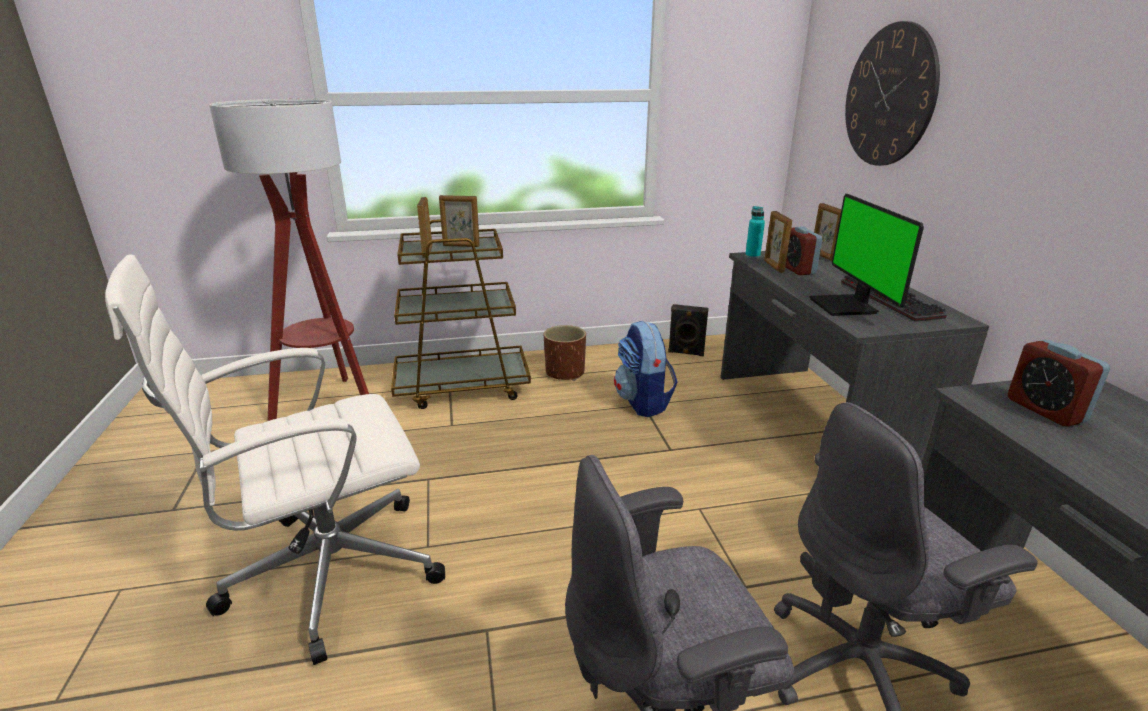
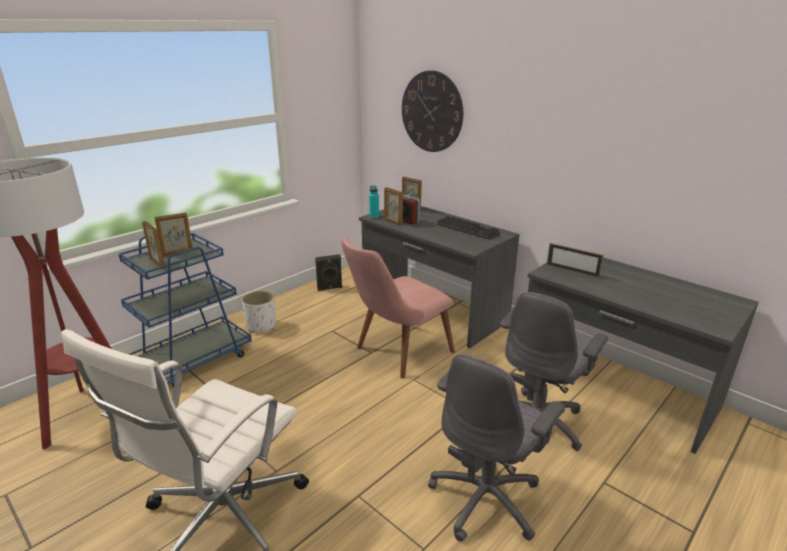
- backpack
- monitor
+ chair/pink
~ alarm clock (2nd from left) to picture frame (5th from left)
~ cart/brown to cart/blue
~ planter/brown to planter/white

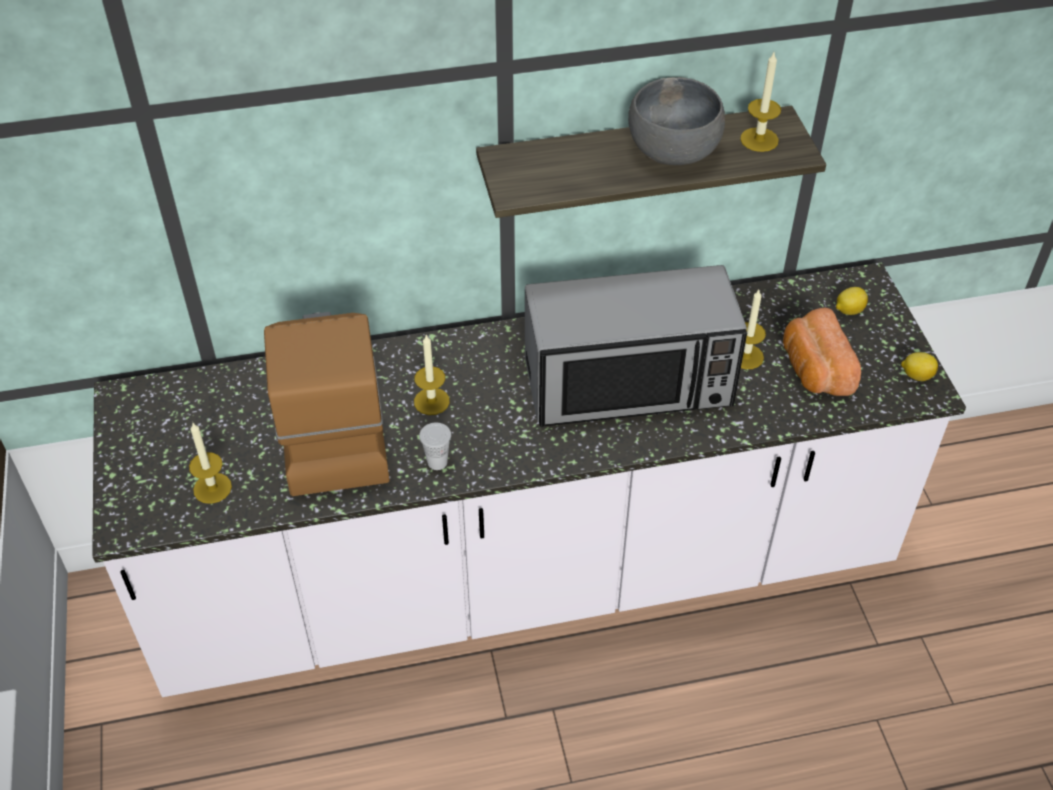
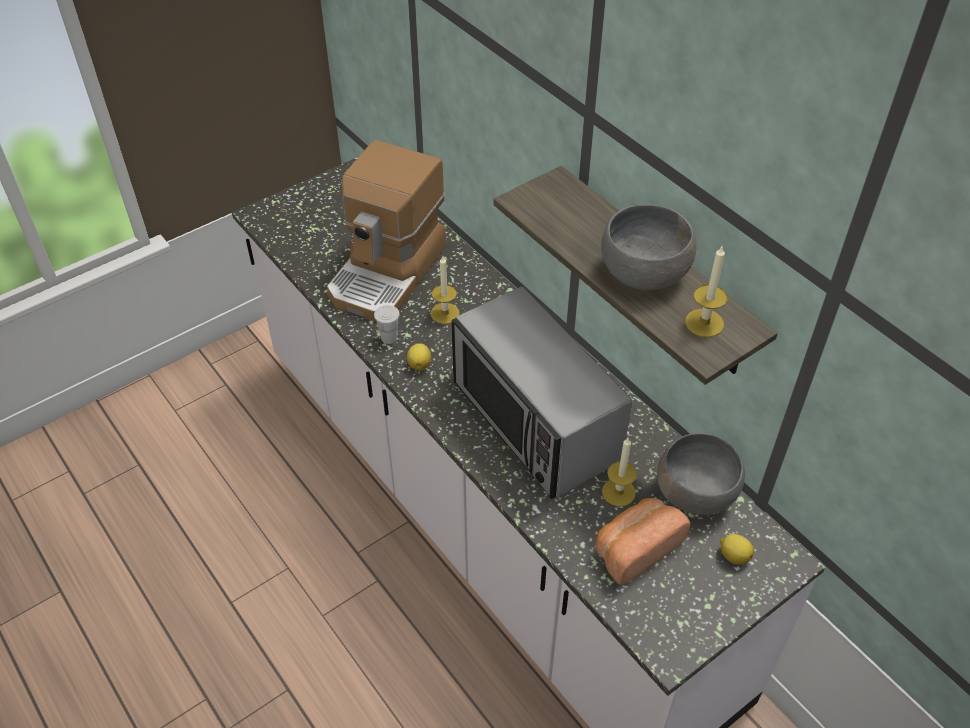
- candle (1st from left)
+ bowl/grey (2nd from left)
~ lemon (2nd from left in the first image) to lemon (1st from left)
~ coffee machine 150 degrees clockwise

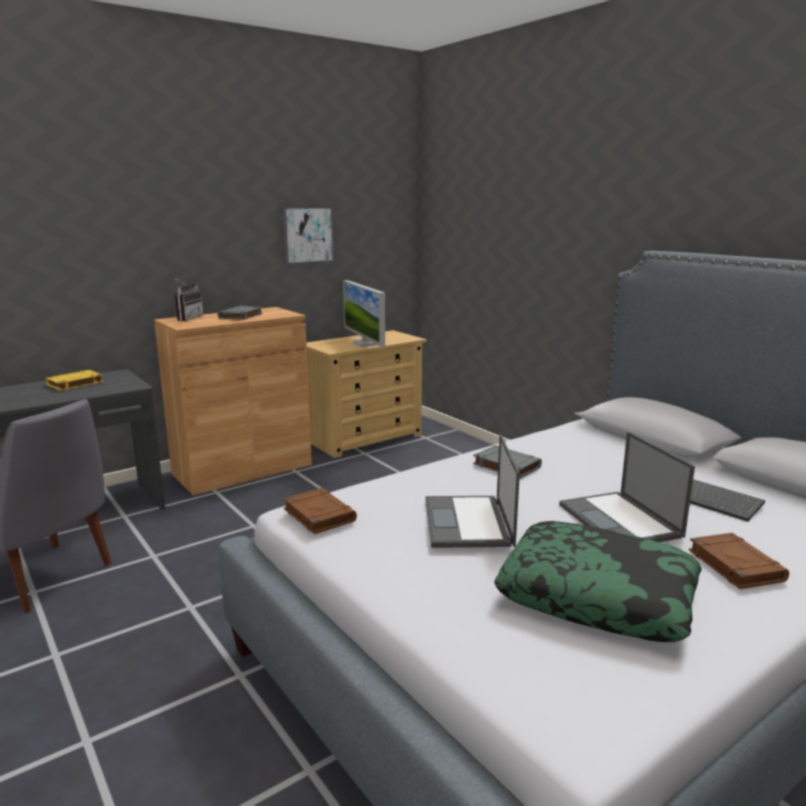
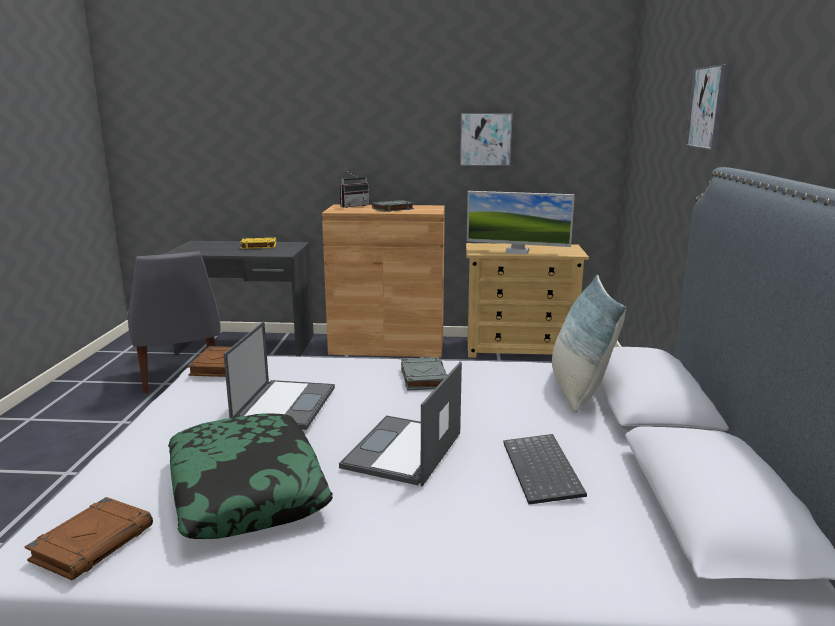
+ pillow (2nd from left)
+ picture (2nd from left)
~ book/brown (2nd from left in the first image) to book/brown (1st from left)
~ monitor 90 degrees counterclockwise
~ laptop (1st from left) 150 degrees clockwise

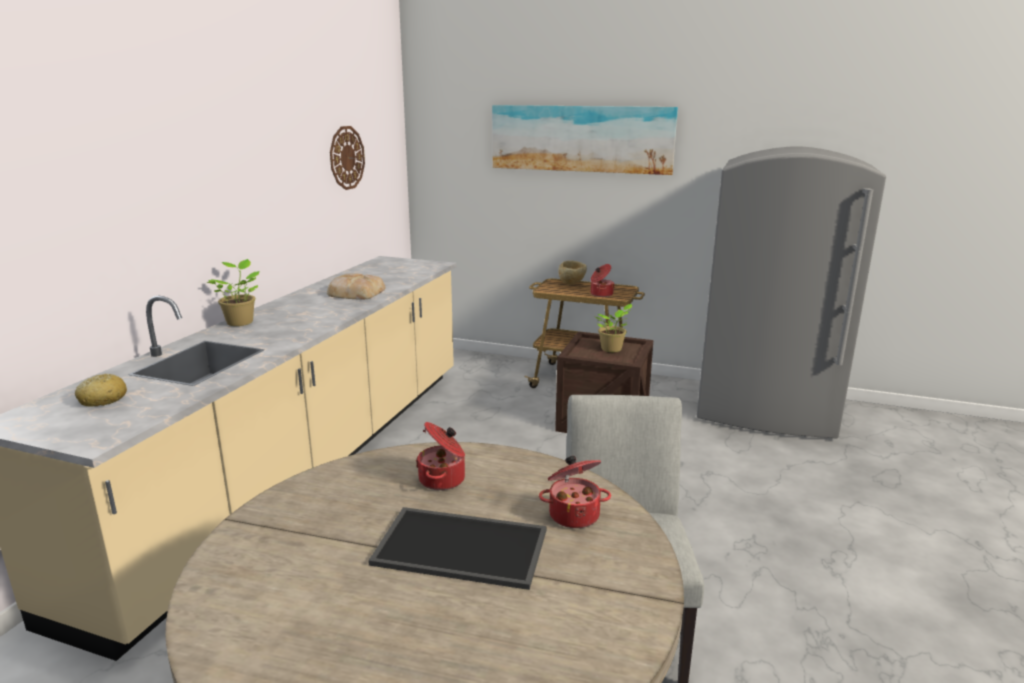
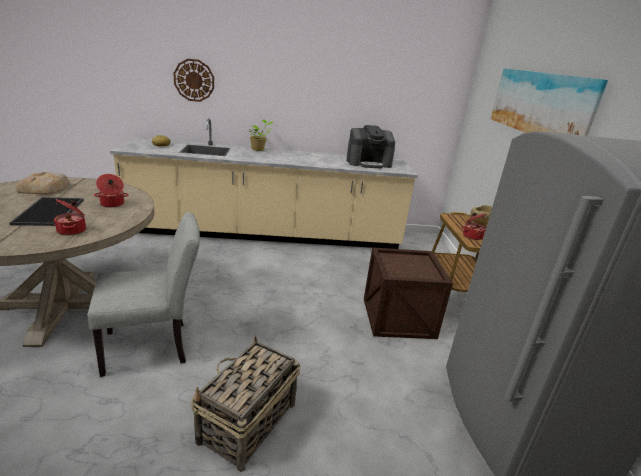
- potted plant (2nd from left)
+ basket
+ coffee machine
~ bread (2nd from left in the first image) to bread (1st from left)
~ wall clock

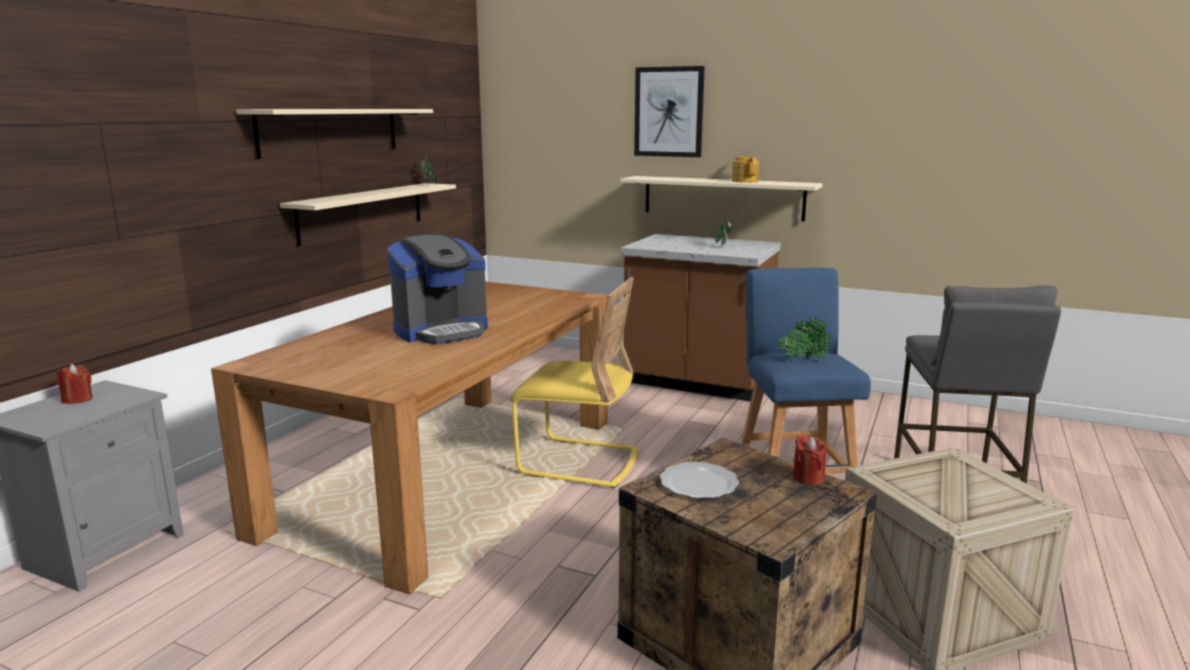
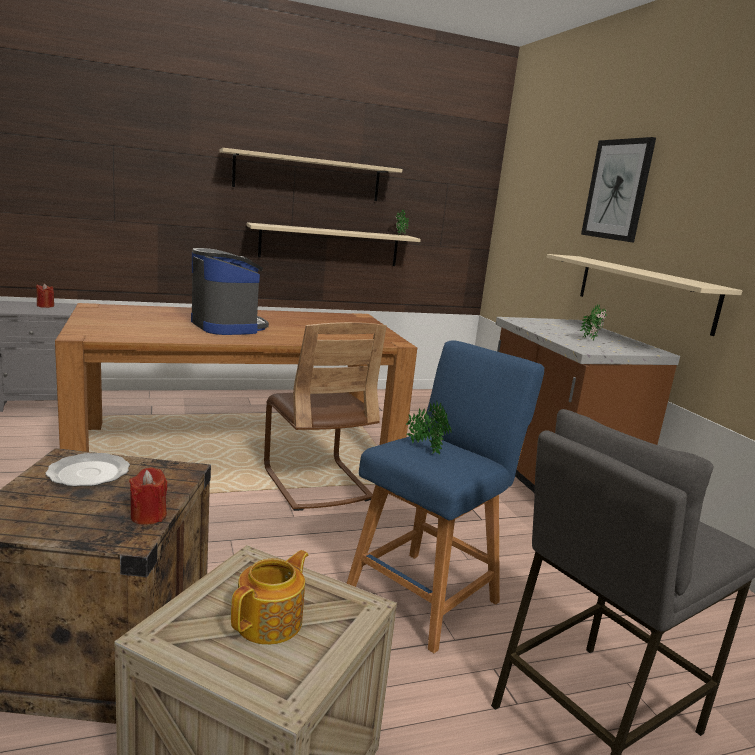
~ teapot
~ chair/yellow to chair/brown
~ coffee machine 135 degrees counterclockwise

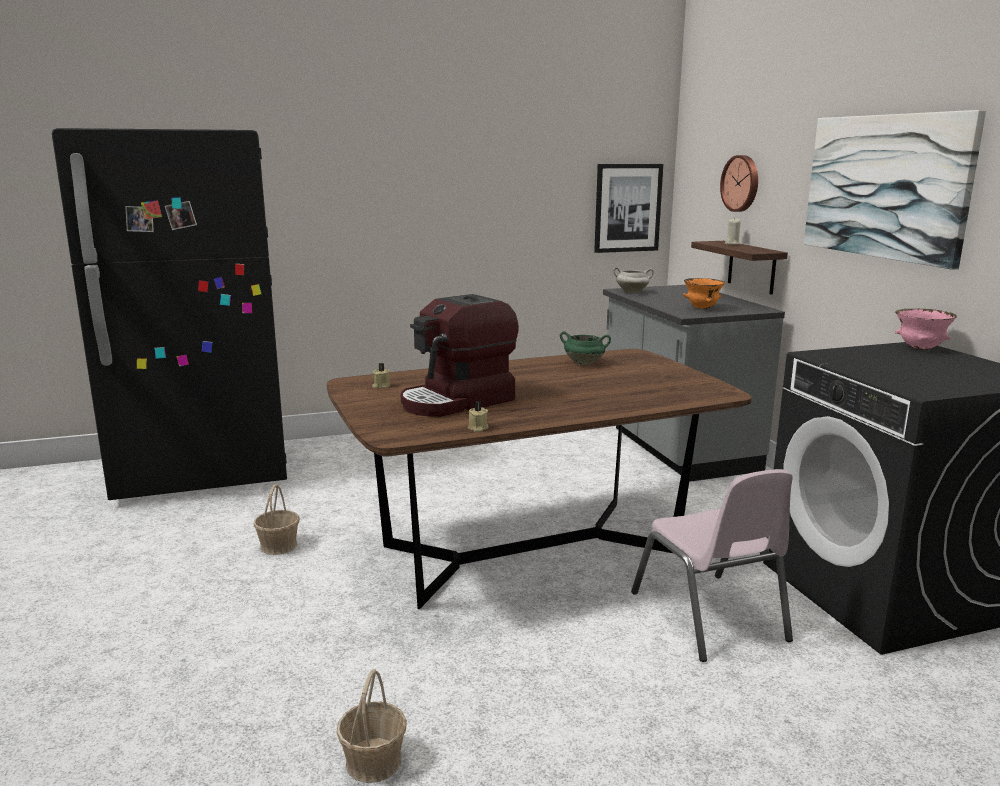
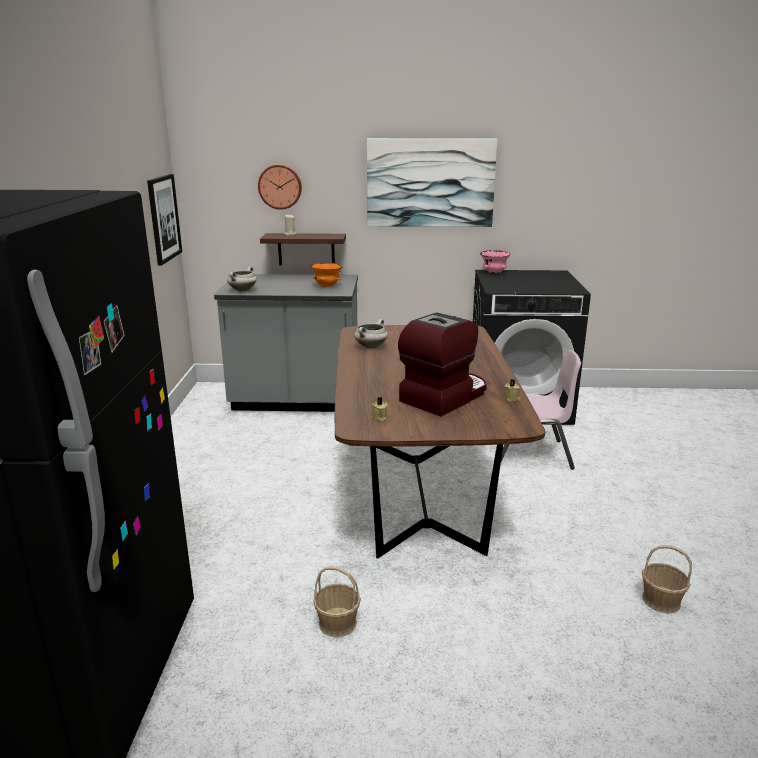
~ cooking pot/green to cooking pot/white (2nd from left)
~ coffee machine 120 degrees counterclockwise

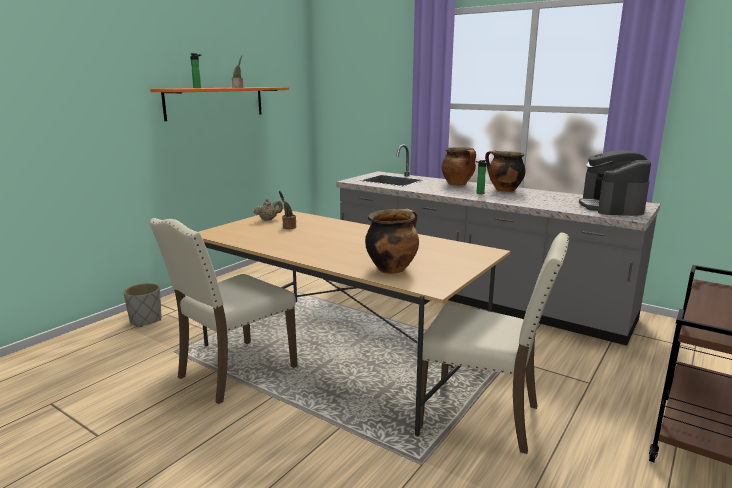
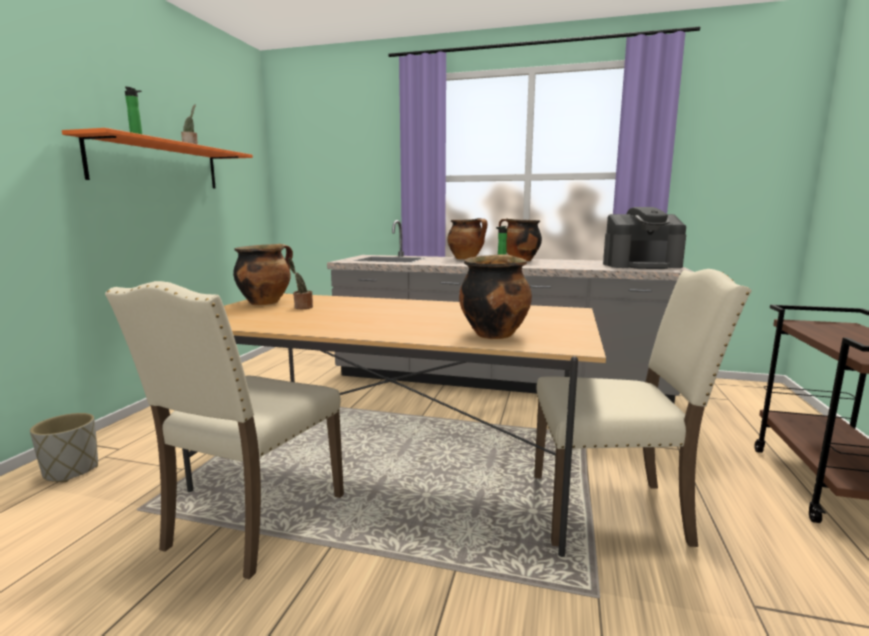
~ teapot/beige to cooking pot (1st from left)
~ coffee machine 75 degrees counterclockwise

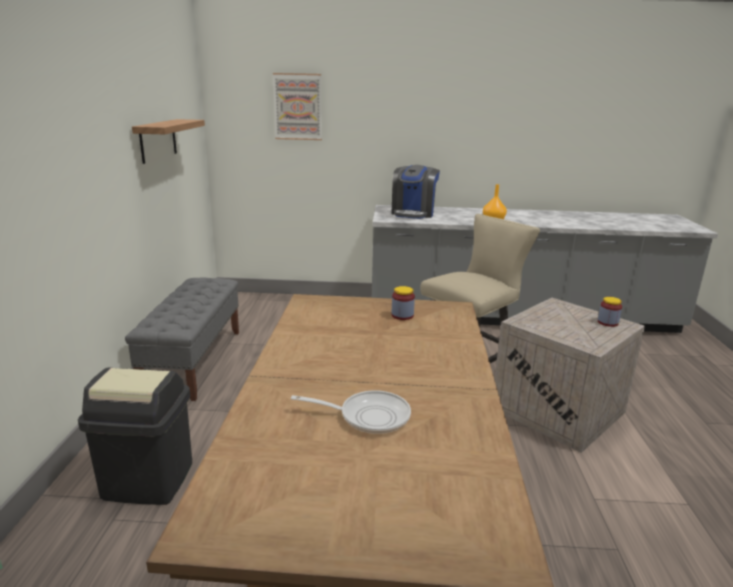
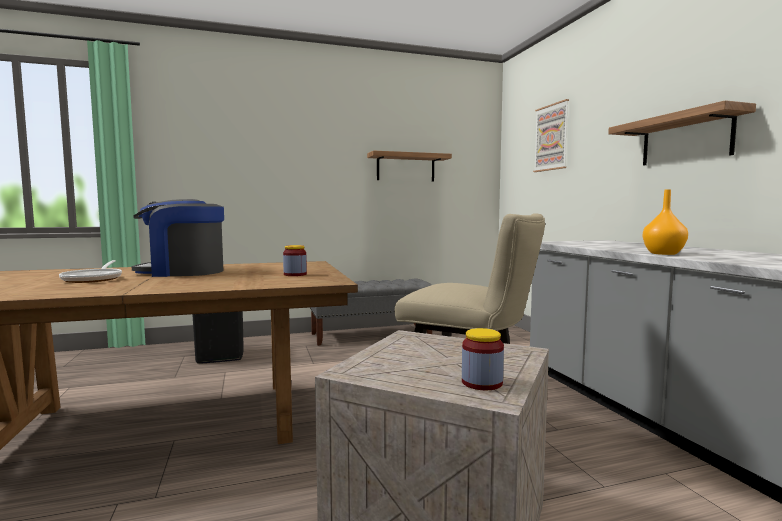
+ shelf (2nd from left)
~ coffee machine

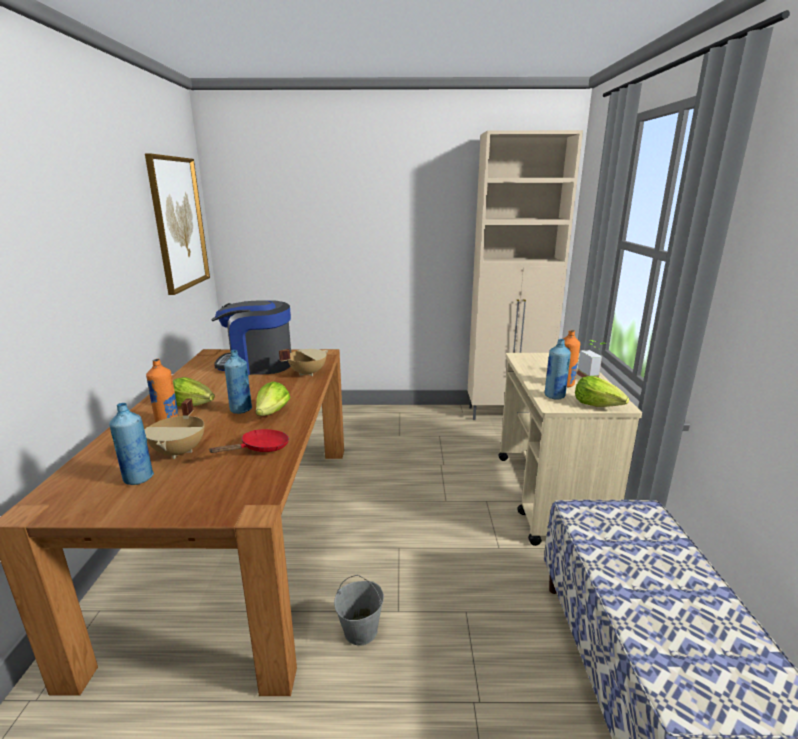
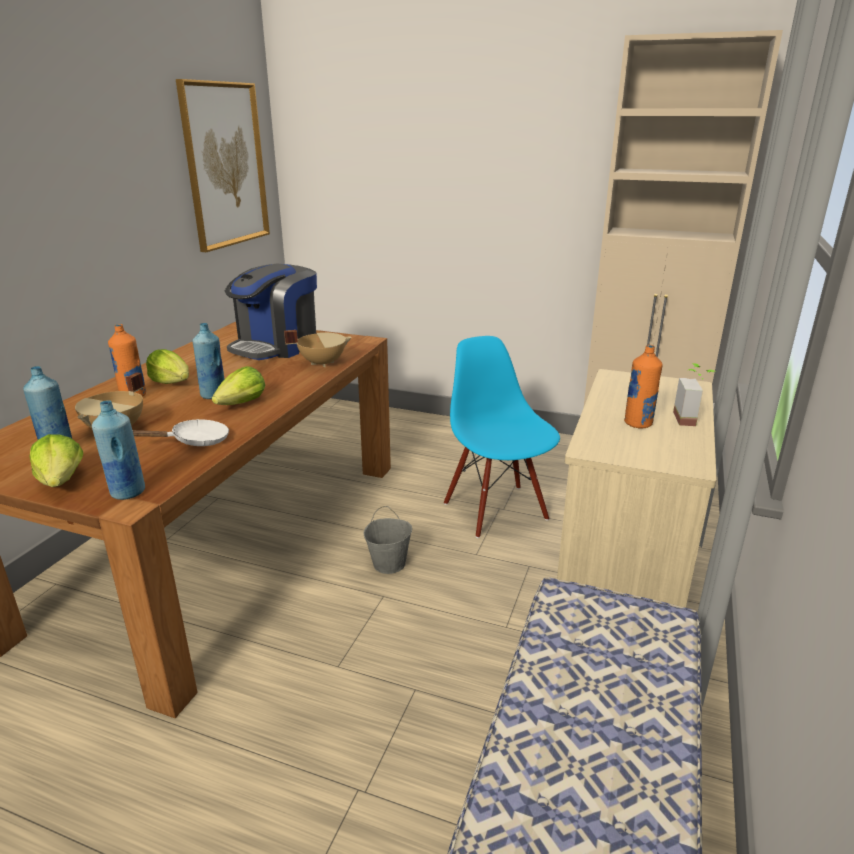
+ chair/blue
~ bucket/grey
~ bottle/blue (3rd from left in the first image) to bottle/blue (2nd from left)
~ lettuce (3rd from left in the first image) to lettuce (1st from left)
~ frying pan/red to frying pan/white
~ coffee machine 75 degrees counterclockwise

